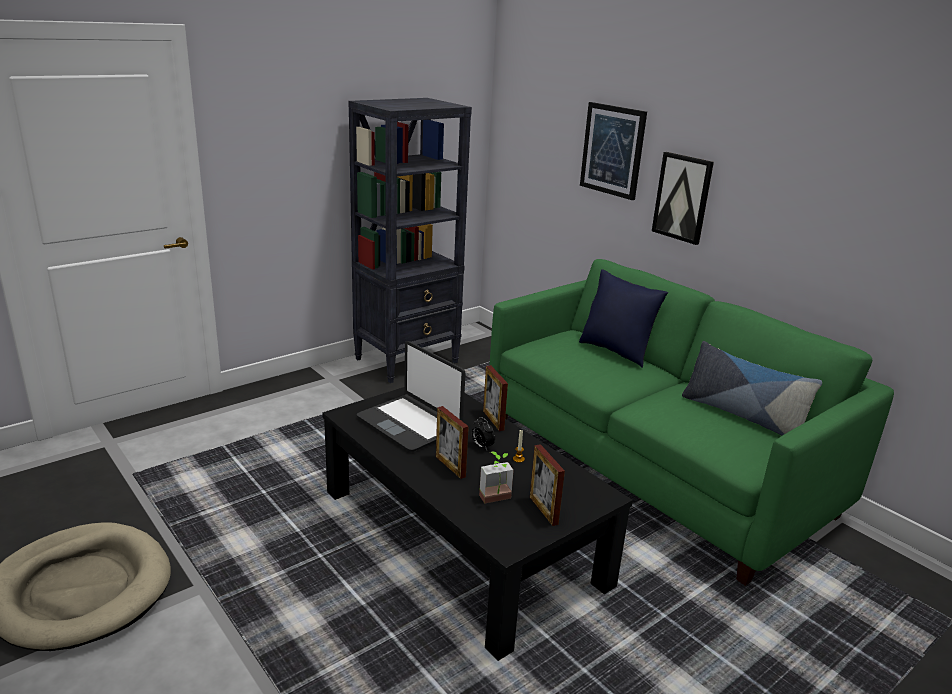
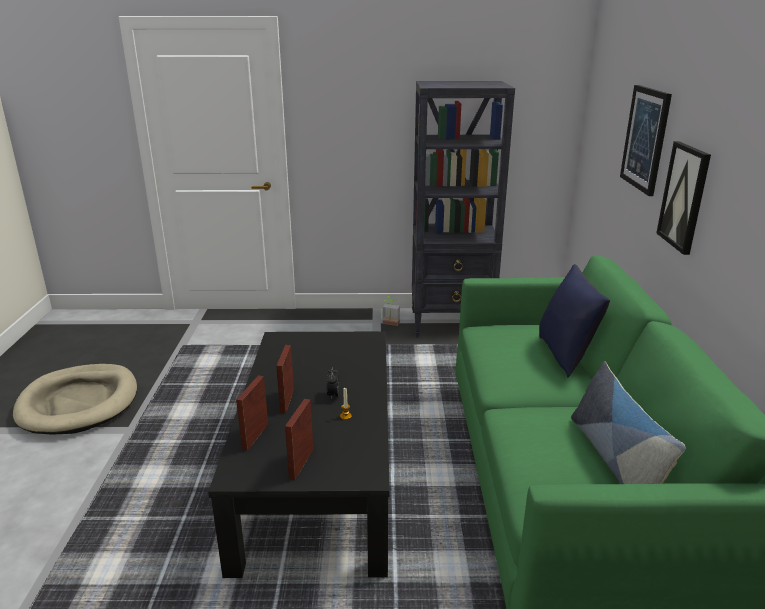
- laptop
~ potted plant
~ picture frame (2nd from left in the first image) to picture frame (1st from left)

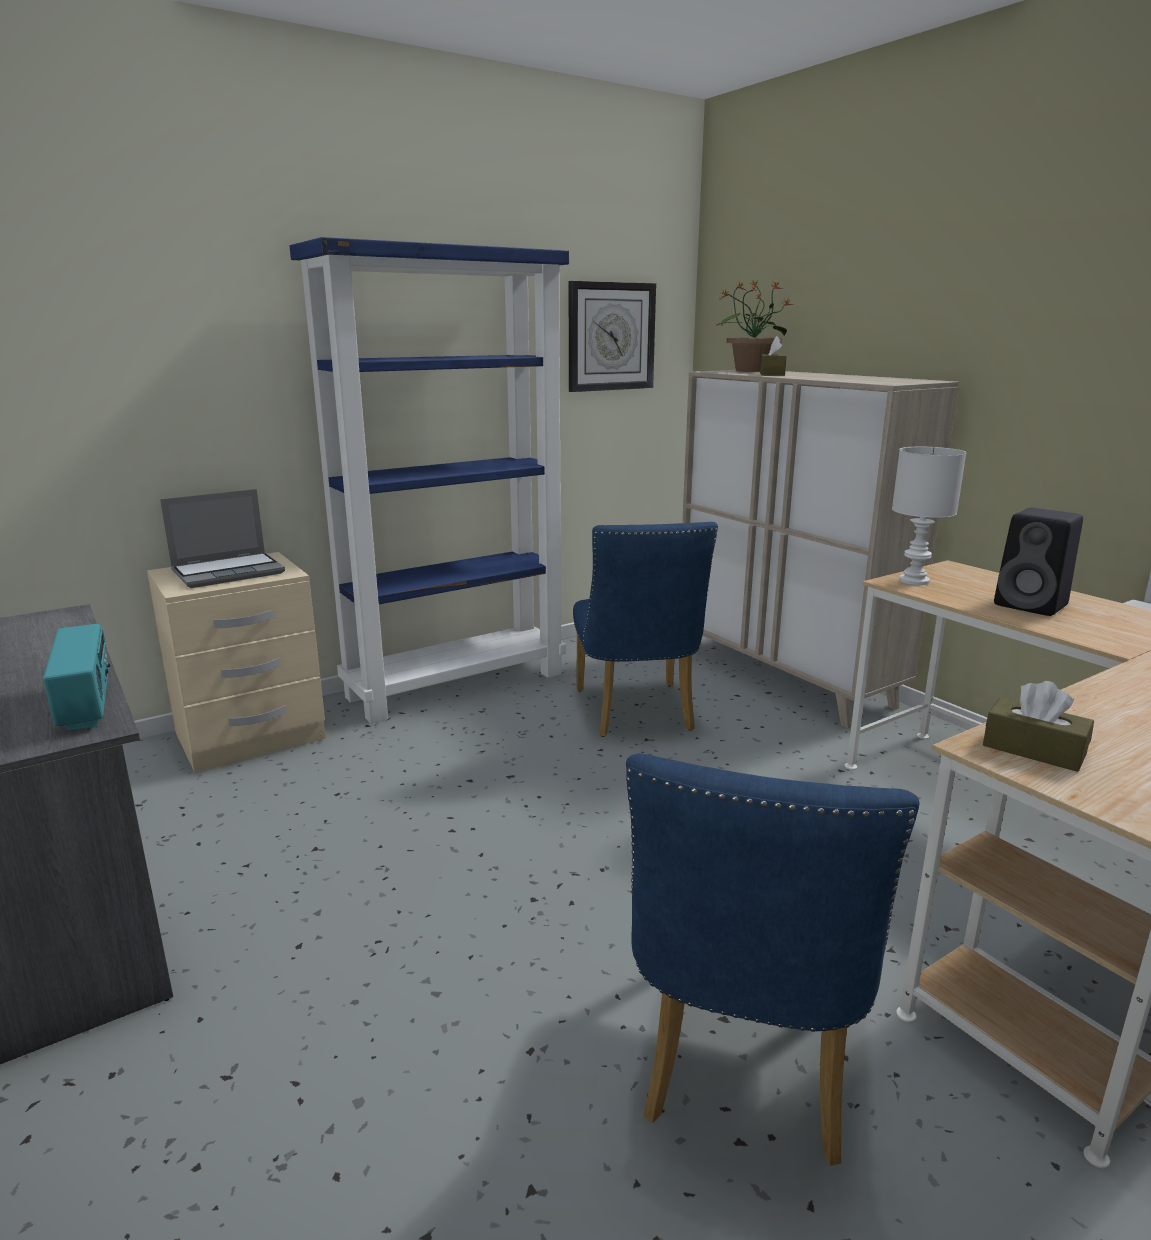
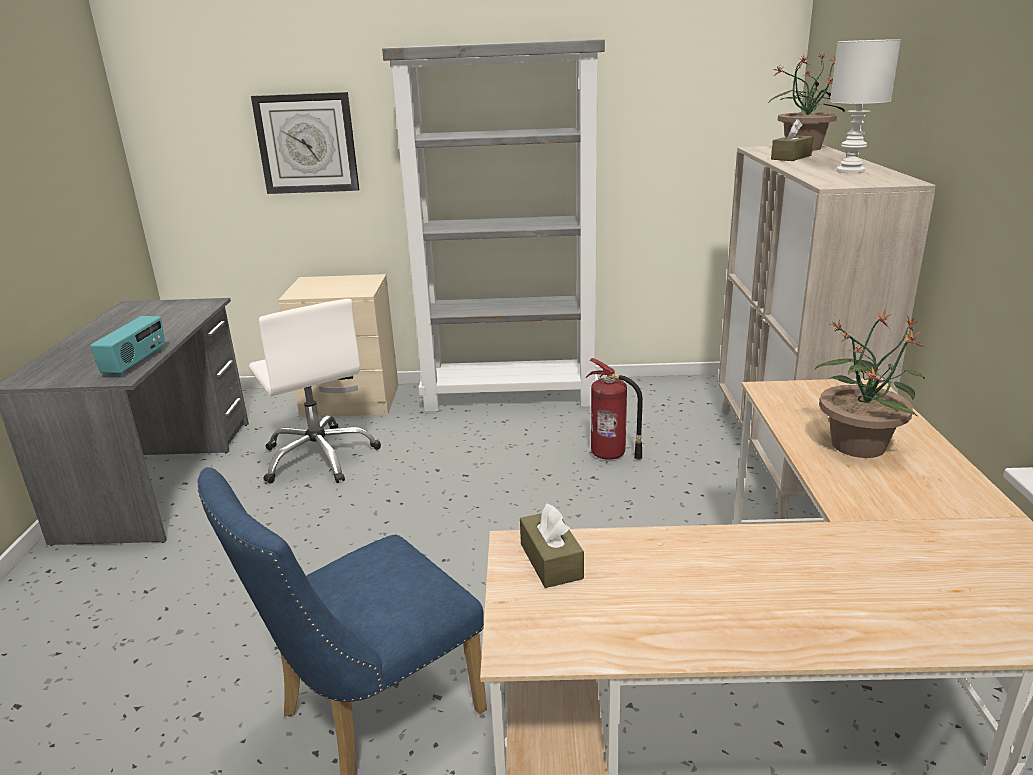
- laptop
+ office chair/white
~ wall clock
~ table lamp/white
~ chair/blue (1st from left) to fire extinguisher
~ speaker/black to potted plant (2nd from left)
~ bookcase/blue to bookcase/grey

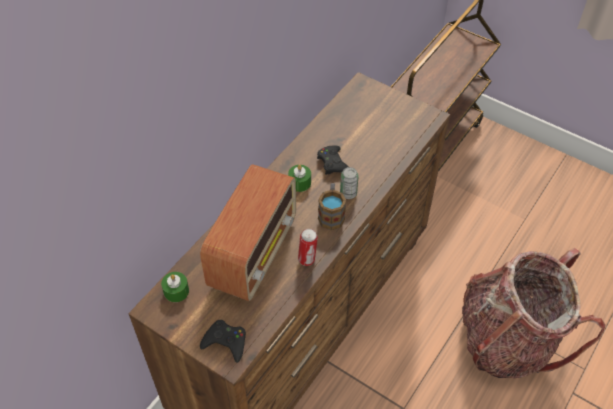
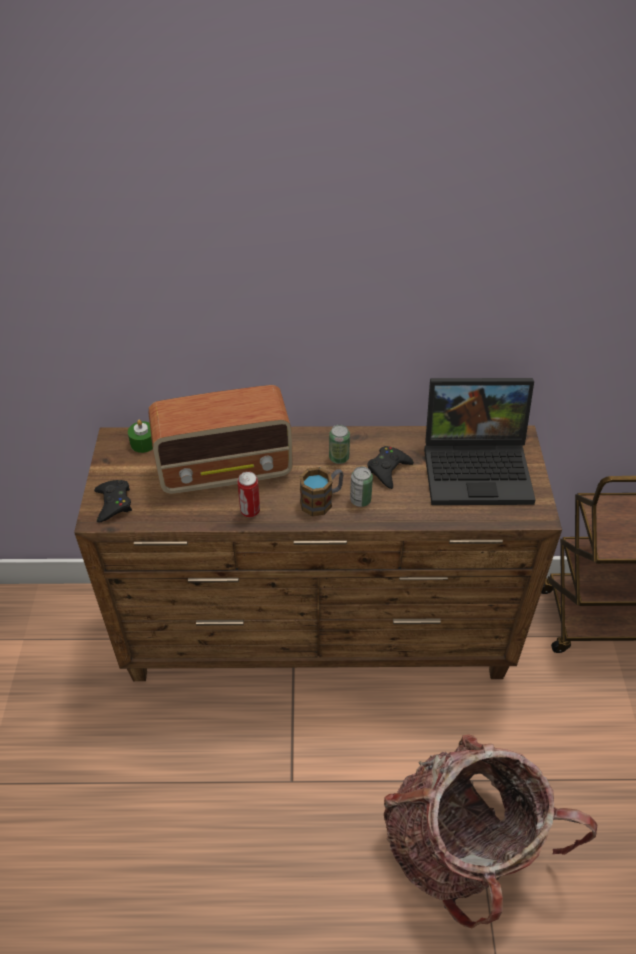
+ laptop
~ candle/green (2nd from left) to can (2nd from left)

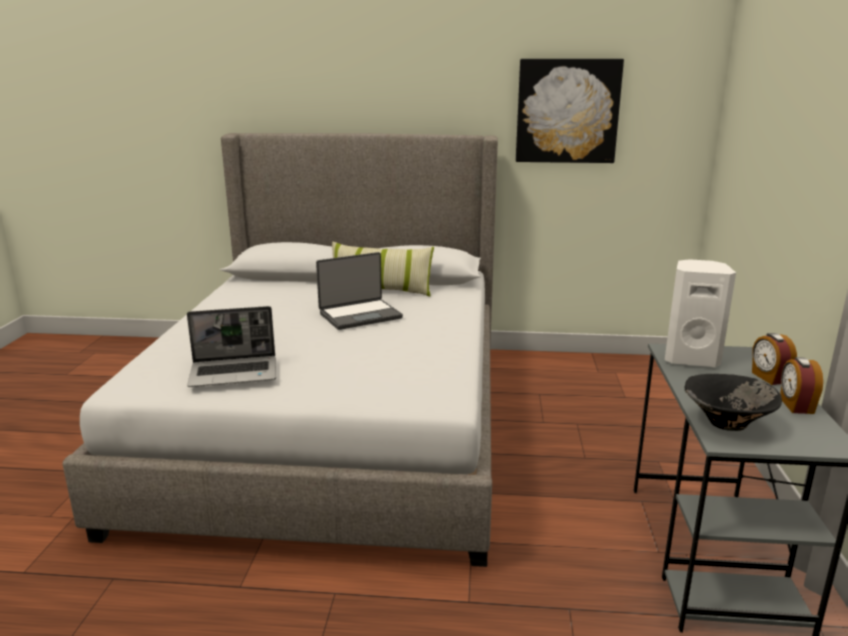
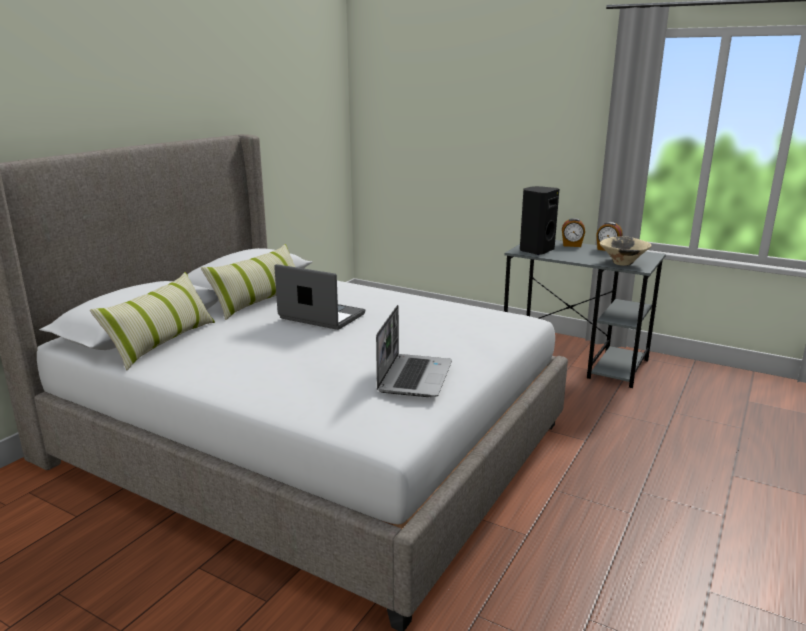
- picture
+ pillow (1st from left)
~ speaker/white to speaker/black
~ bowl/black to bowl/beige
~ laptop (2nd from left in the first image) 60 degrees counterclockwise

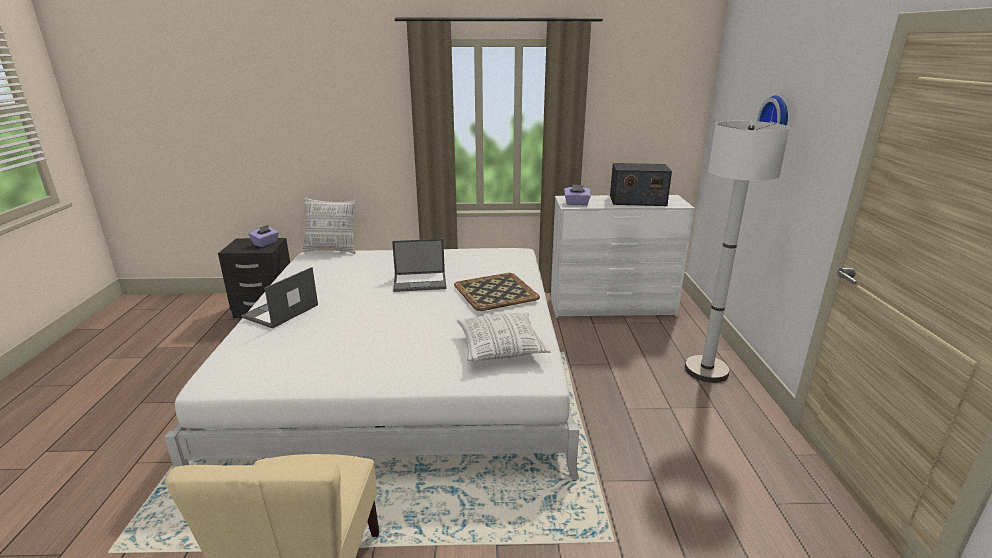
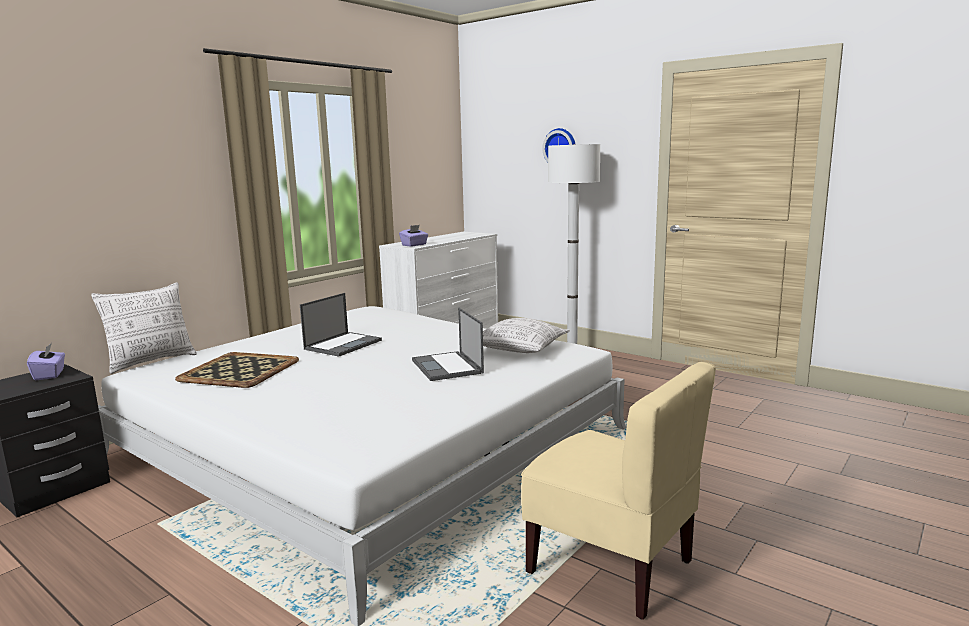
- radio
~ laptop (1st from left in the first image) to laptop (2nd from left)
~ tray

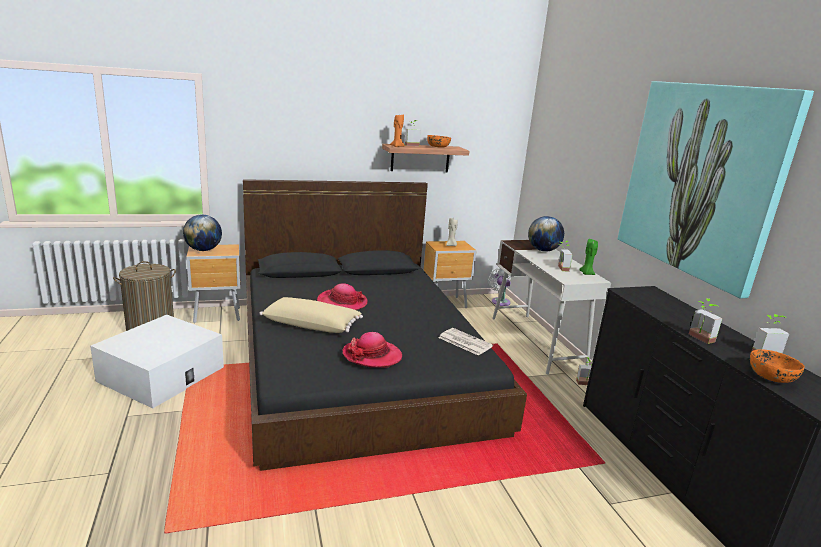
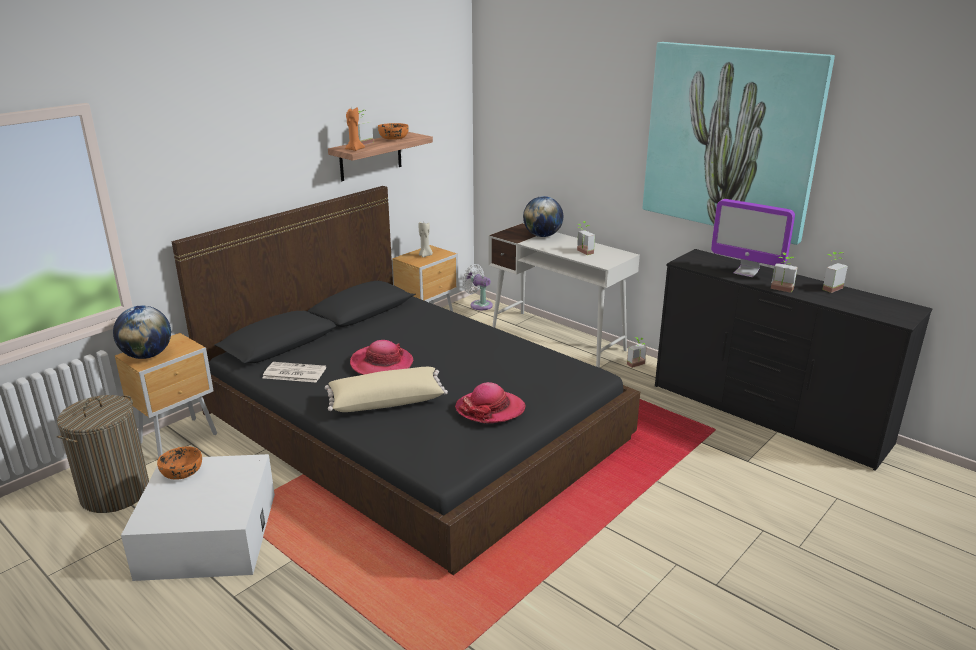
- candle/green
+ monitor
~ newspaper
~ bowl/orange (2nd from left in the first image) to bowl/orange (1st from left)

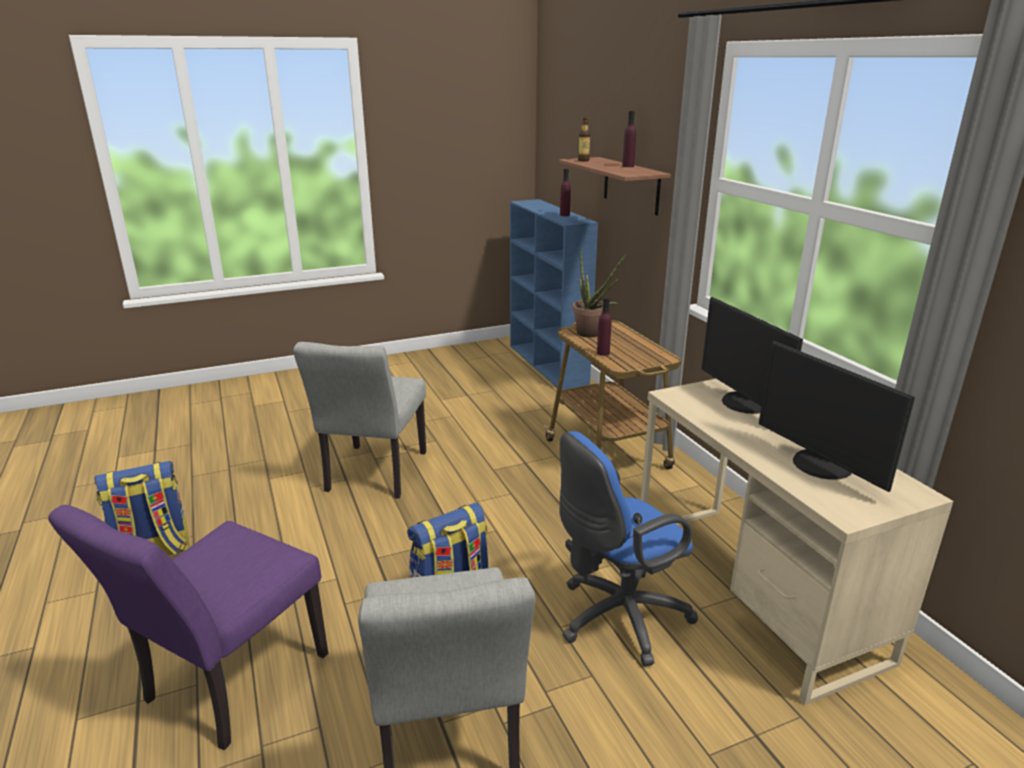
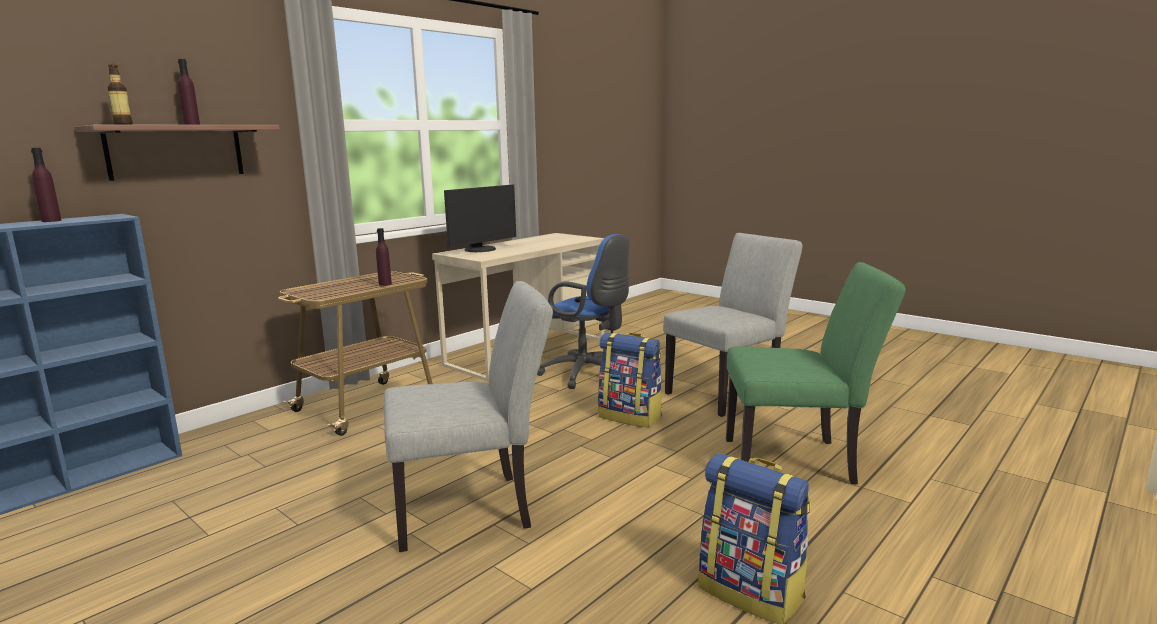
- potted plant
- monitor (2nd from left)
~ chair/purple to chair/green

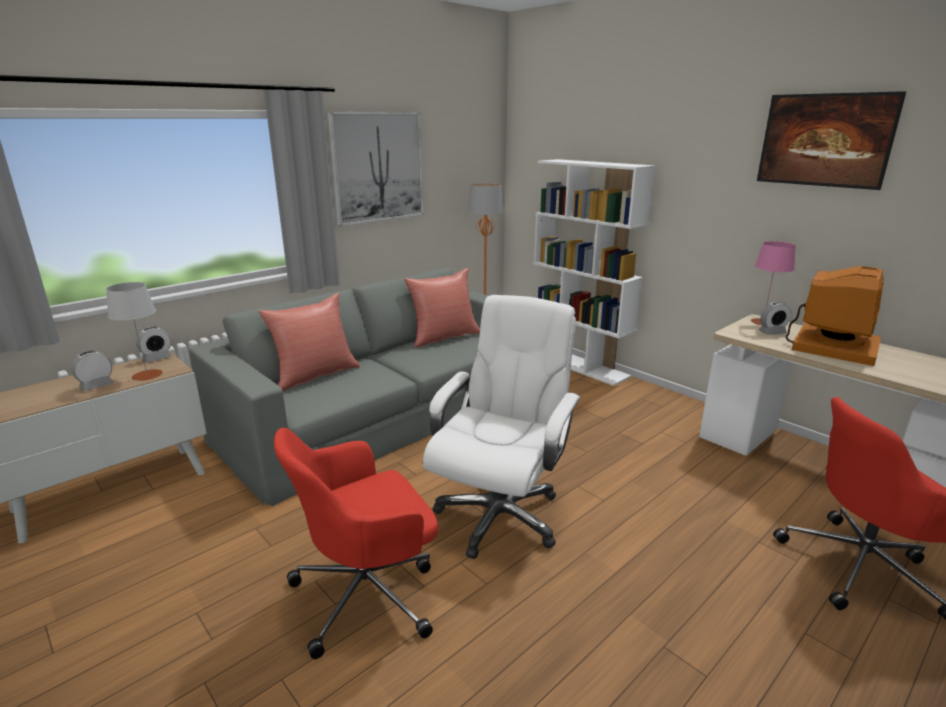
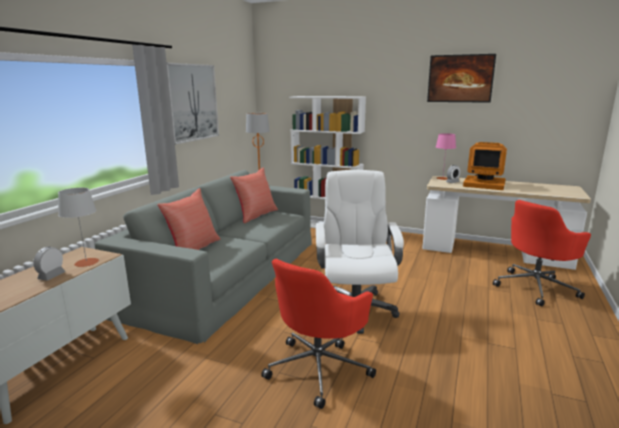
- alarm clock (2nd from left)
~ monitor 105 degrees clockwise

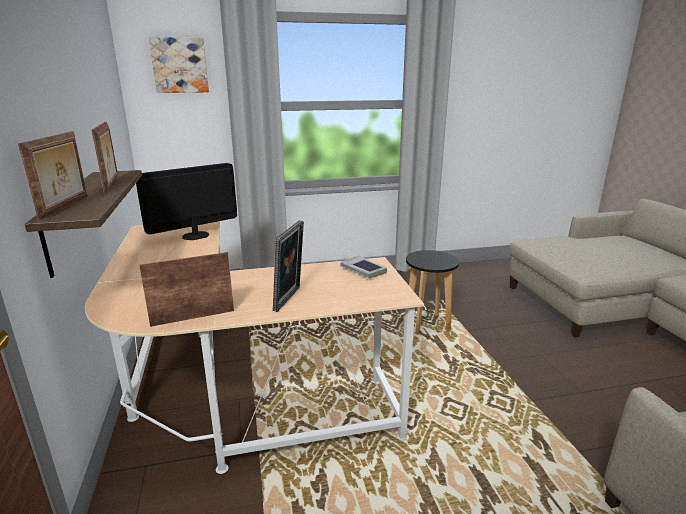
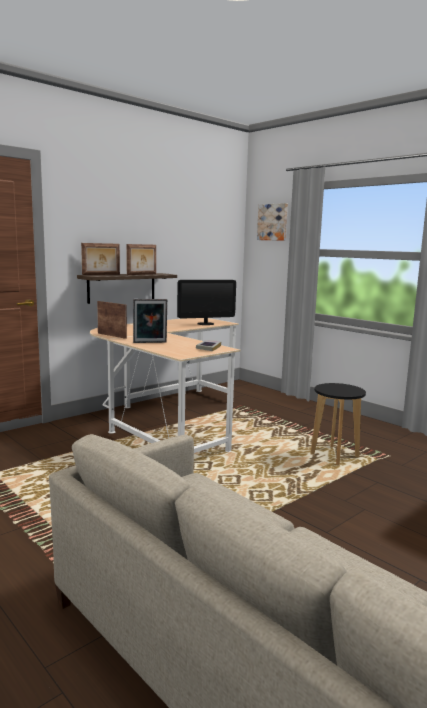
~ monitor 135 degrees clockwise

